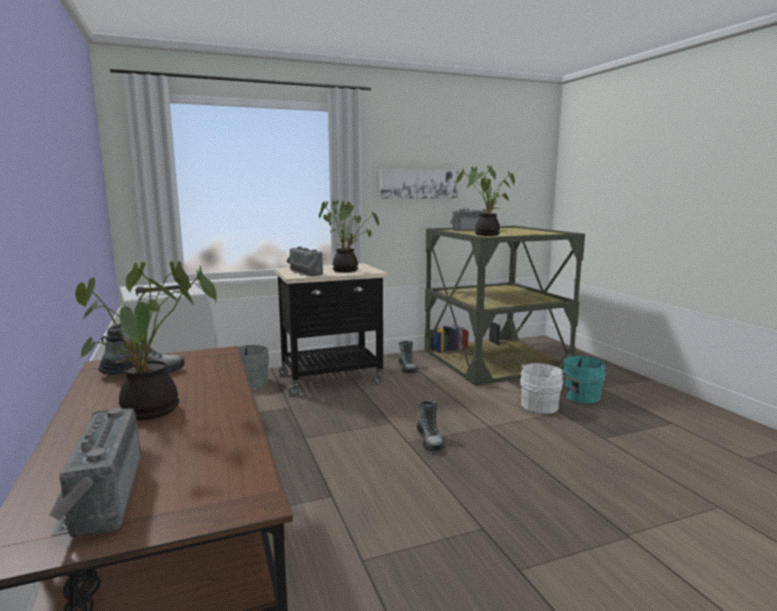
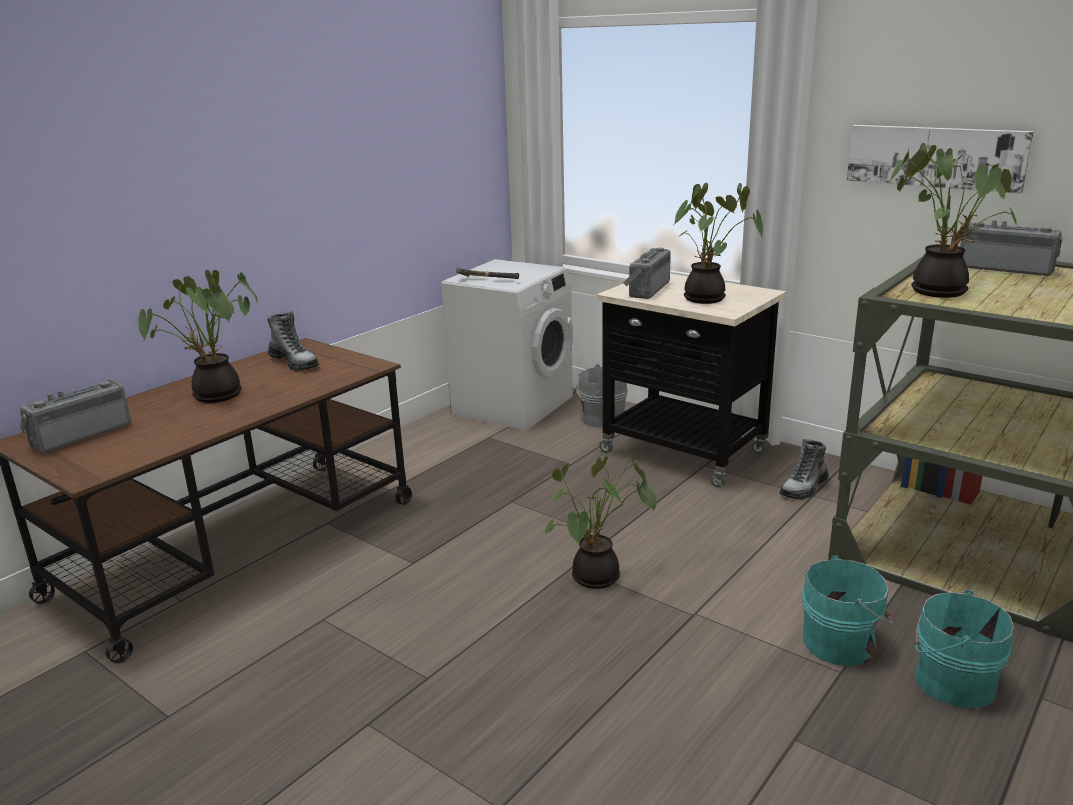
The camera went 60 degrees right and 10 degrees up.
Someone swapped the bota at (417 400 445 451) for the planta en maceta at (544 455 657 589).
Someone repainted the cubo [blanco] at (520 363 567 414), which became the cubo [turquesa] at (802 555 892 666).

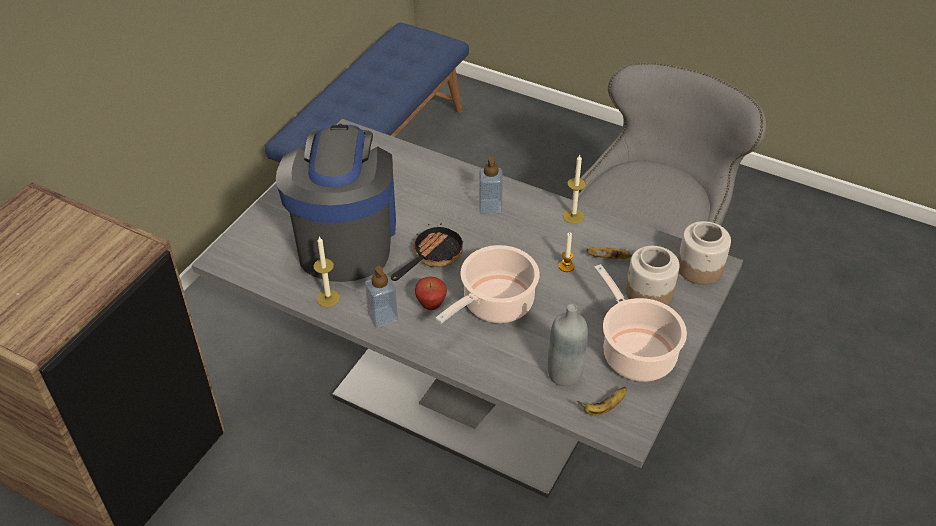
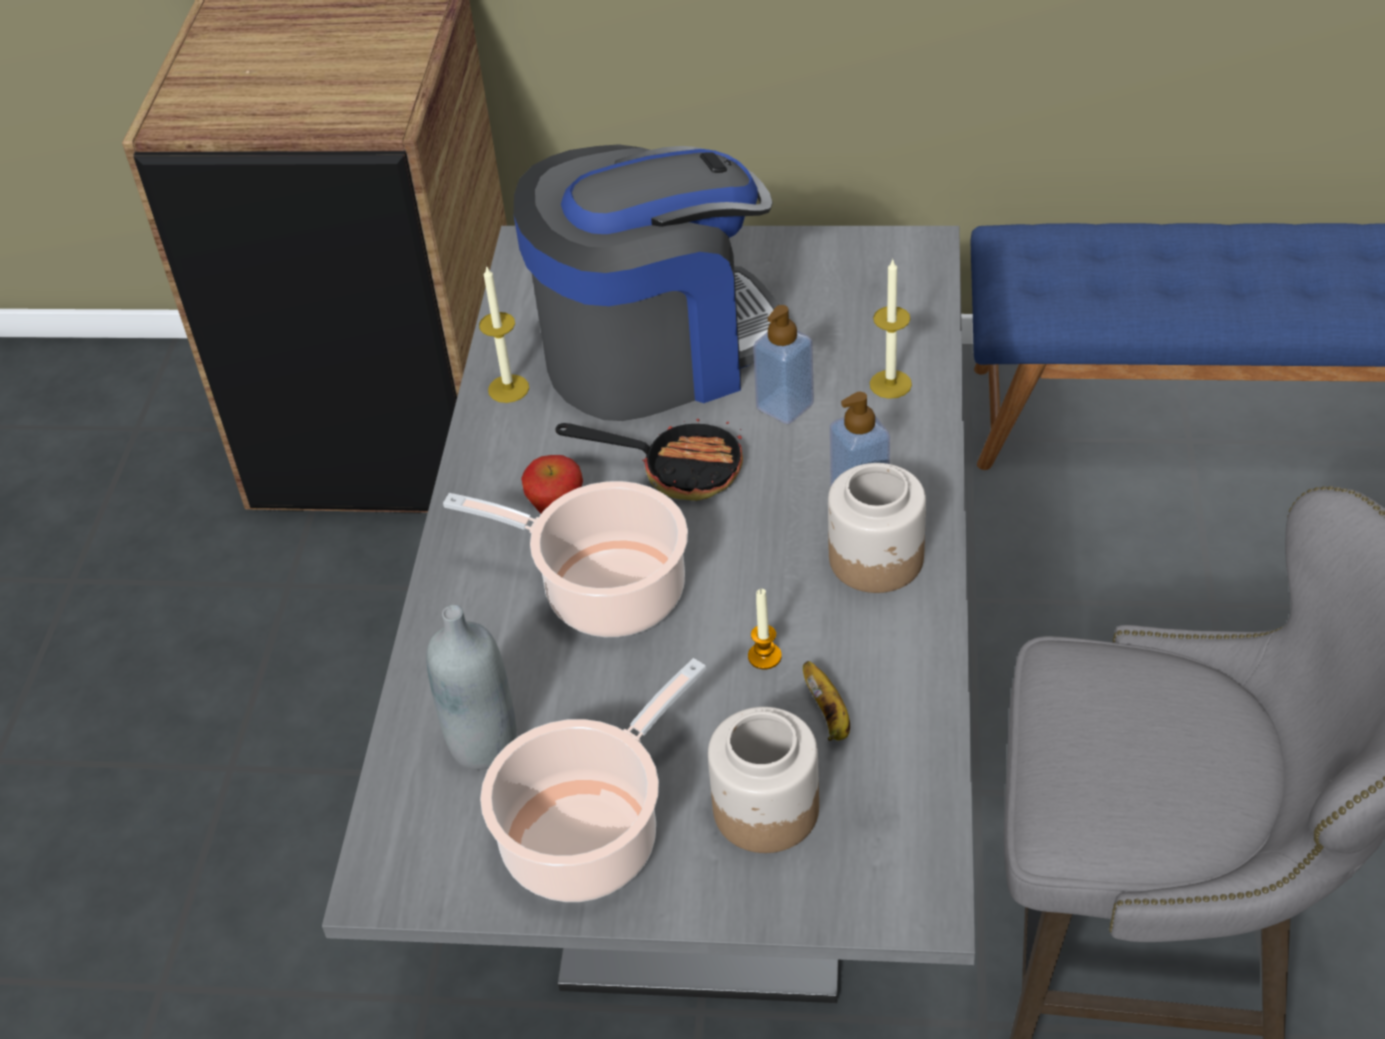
The camera went 70 degrees right and 0 degrees up.
Someone carried the dispensador de jabón from (365 266 398 328) to (753 305 814 424).
Someone carried the vela from (563 155 586 224) to (870 258 912 399).
Someone took away the plátano at (577 387 627 415).
Someone carried the tarro from (678 221 731 285) to (828 463 926 593).

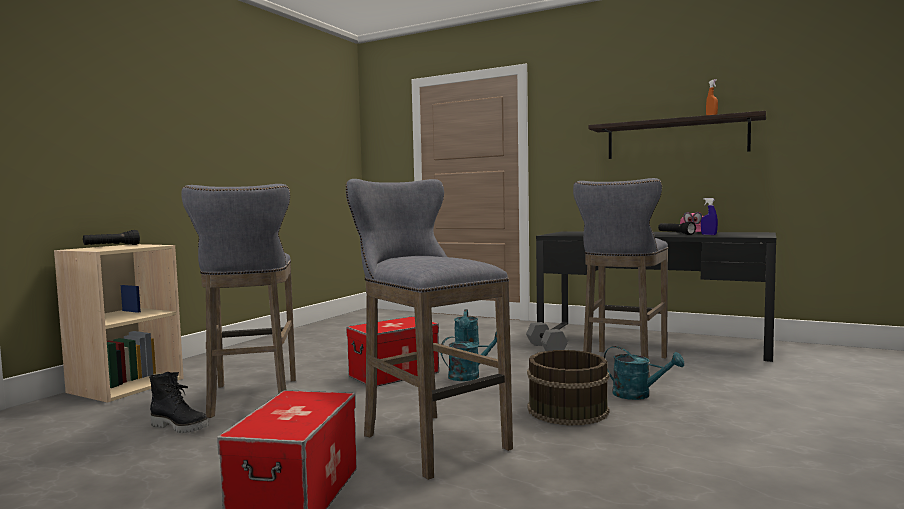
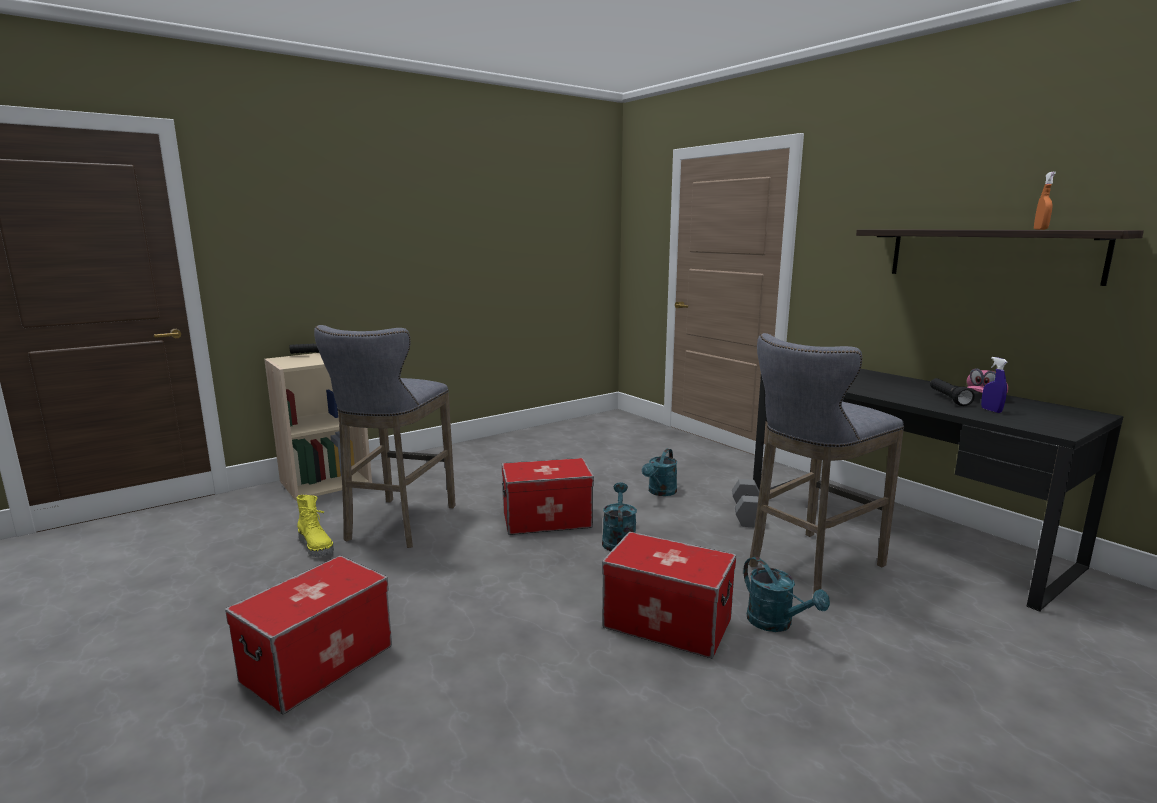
The camera went 25 degrees right and 10 degrees up.
Someone repainted the bota [negro] at (149 372 209 433), which became the bota [amarillo] at (297 495 334 557).
Someone took away the taburete [gris] at (346 179 513 480).
Someone rotated the regadera [turquesa] at (441 331 497 381) by 90 degrees counterclockwise.
Someone swapped the cubo [marrón] at (527 350 610 425) for the caja de almacenaje at (602 532 736 658).

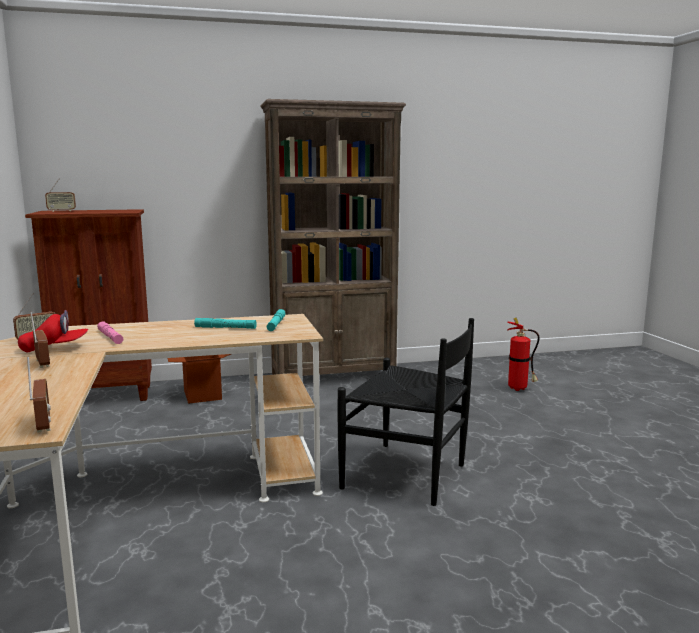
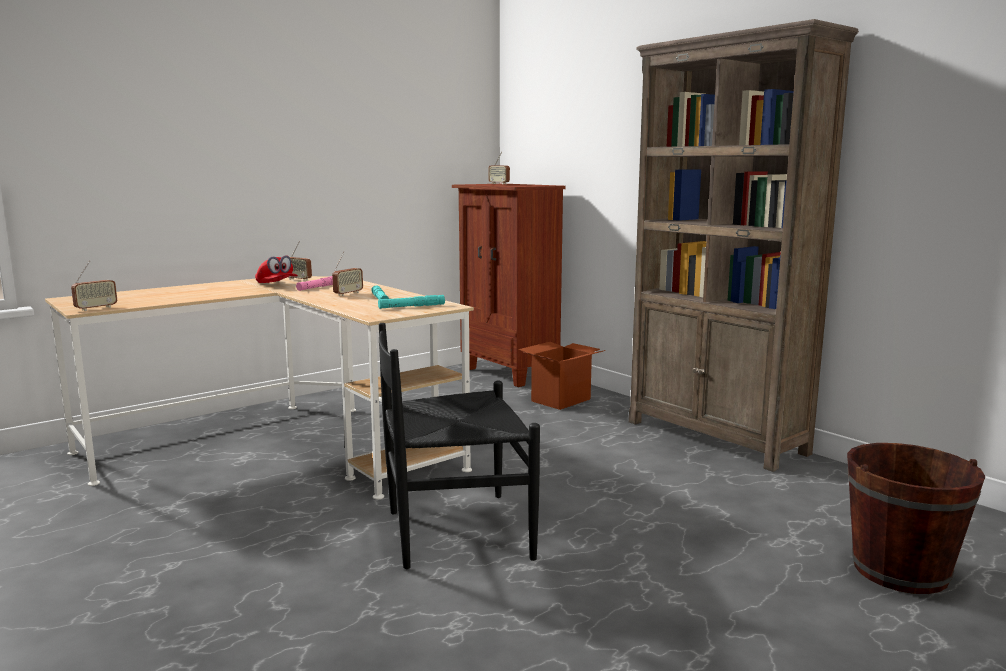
The camera went 65 degrees right and 0 degrees up.
Someone carried the radio from (30 312 50 368) to (332 251 363 296).
Someone rotated the silla [negro] at (338 318 474 506) by 75 degrees clockwise.
Someone swapped the extintor at (507 318 540 391) for the cubo [marrón] at (847 443 986 594).

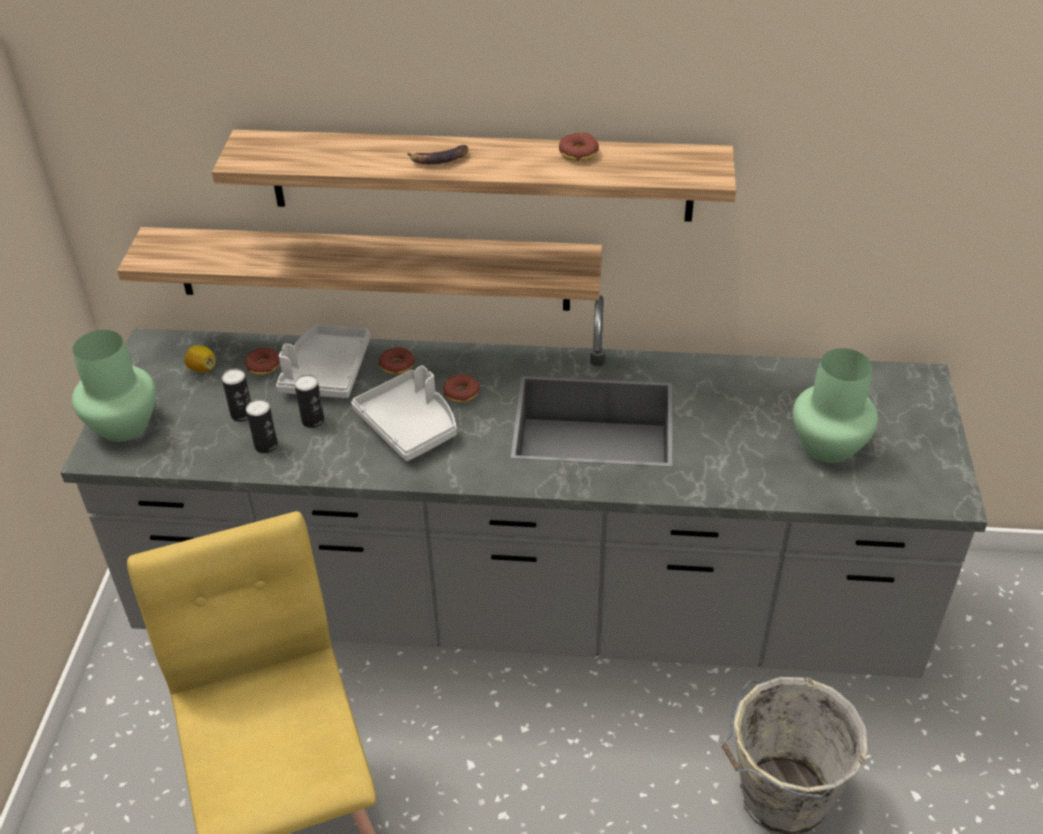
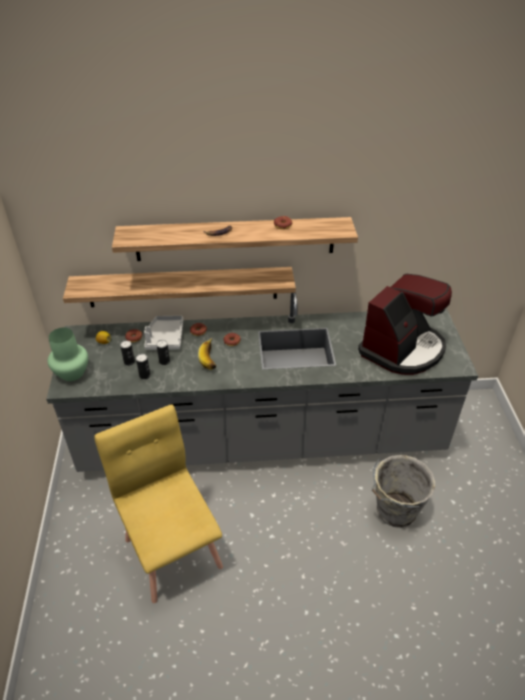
The camera went 10 degrees left and 0 degrees up.
Someone swapped the bandeja [gris] at (351 365 457 461) for the plátano at (198 338 216 370).
Someone swapped the florero [verde] at (793 348 878 463) for the cafetera at (358 274 452 375).

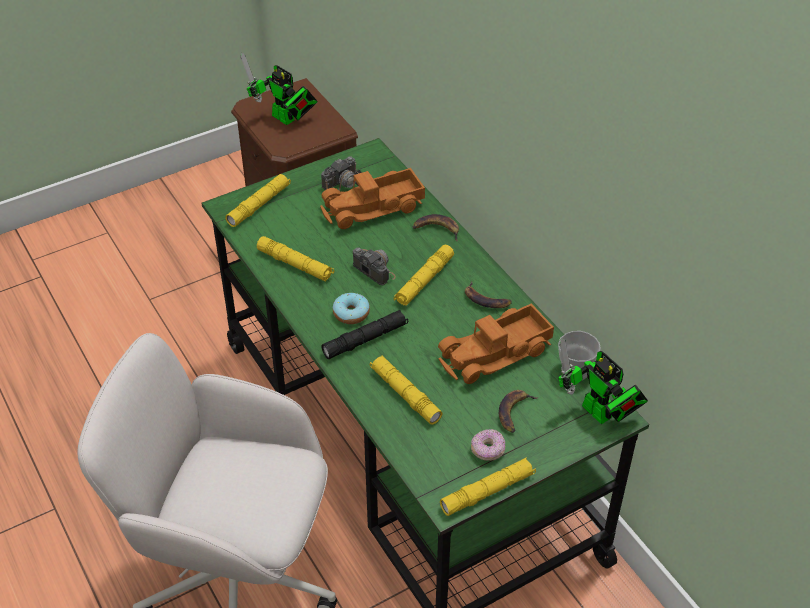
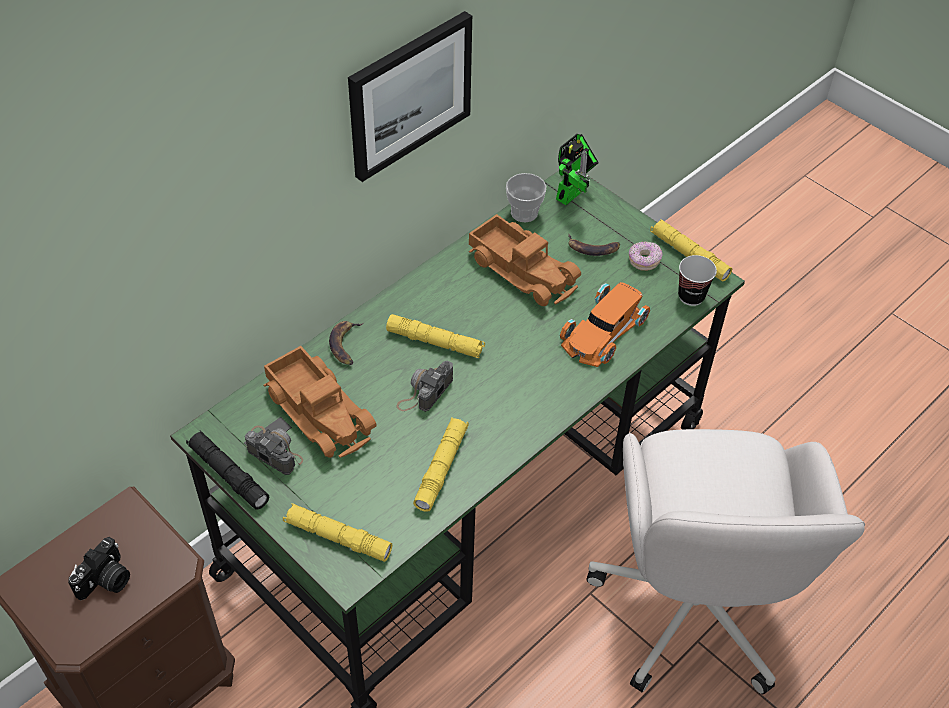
The camera went 105 degrees left and 5 degrees up.
Someone swapped the robot de juguete at (241 53 318 125) for the cámara at (68 537 130 601).
Someone carried the linterna [negro] from (321 310 408 359) to (186 431 269 510).
Someone took away the rosquilla at (333 293 370 324).
Someone swapped the linterna [amarillo] at (370 355 442 425) for the coche de juguete [naranja] at (560 282 650 367).
Someone took away the plátano at (465 281 512 308).
Someone put up the cuadro at (348 11 472 182).
Someone put down the taza at (678 255 717 306).

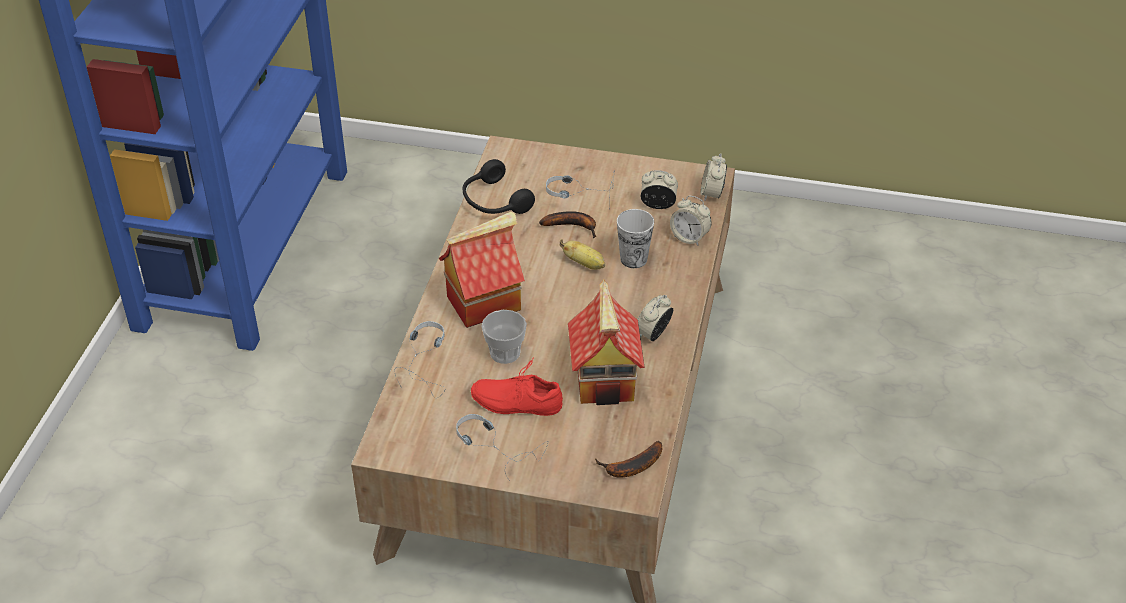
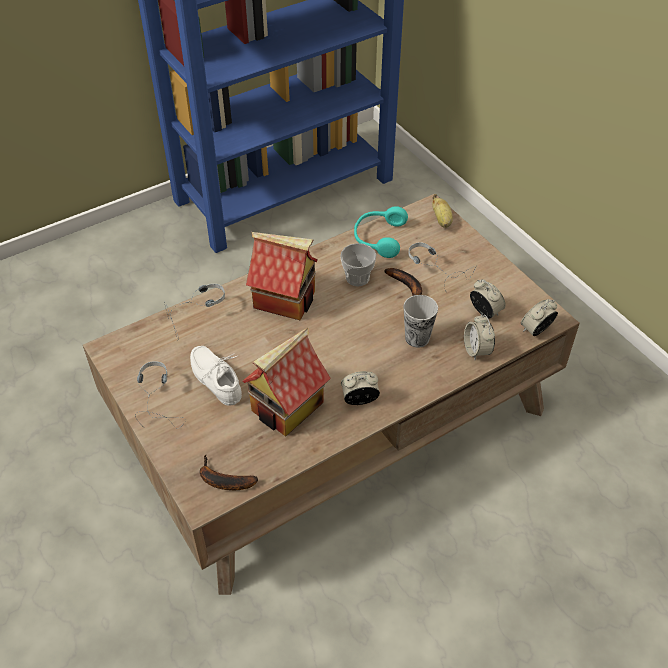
The camera went 45 degrees right and 5 degrees up.
Someone repainted the auriculares [negro] at (463 159 535 214), which became the auriculares [turquesa] at (354 206 408 258).
Someone repainted the zapato [rojo] at (471 357 563 416), which became the zapato [blanco] at (190 346 242 406).
Someone carried the taza from (481 310 527 364) to (340 243 376 286).
Someone carried the plátano from (560 239 605 270) to (432 194 453 228).

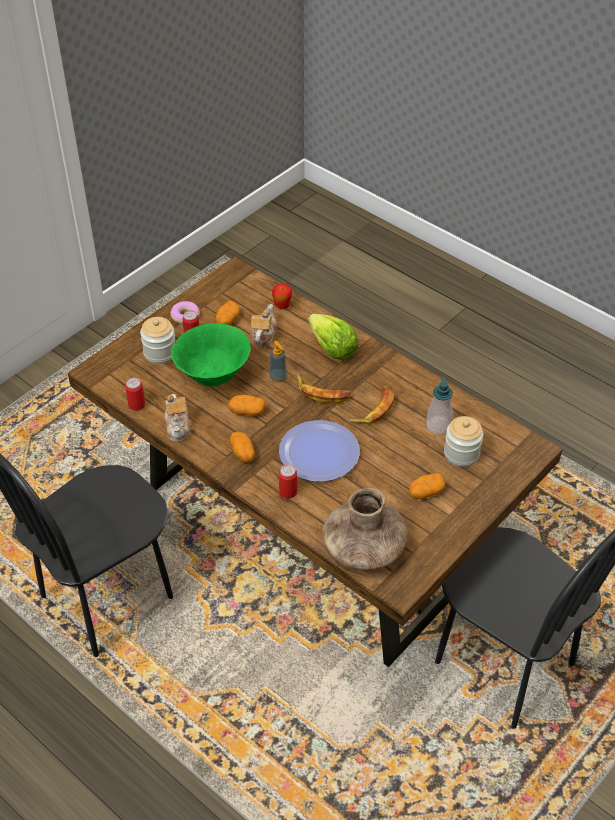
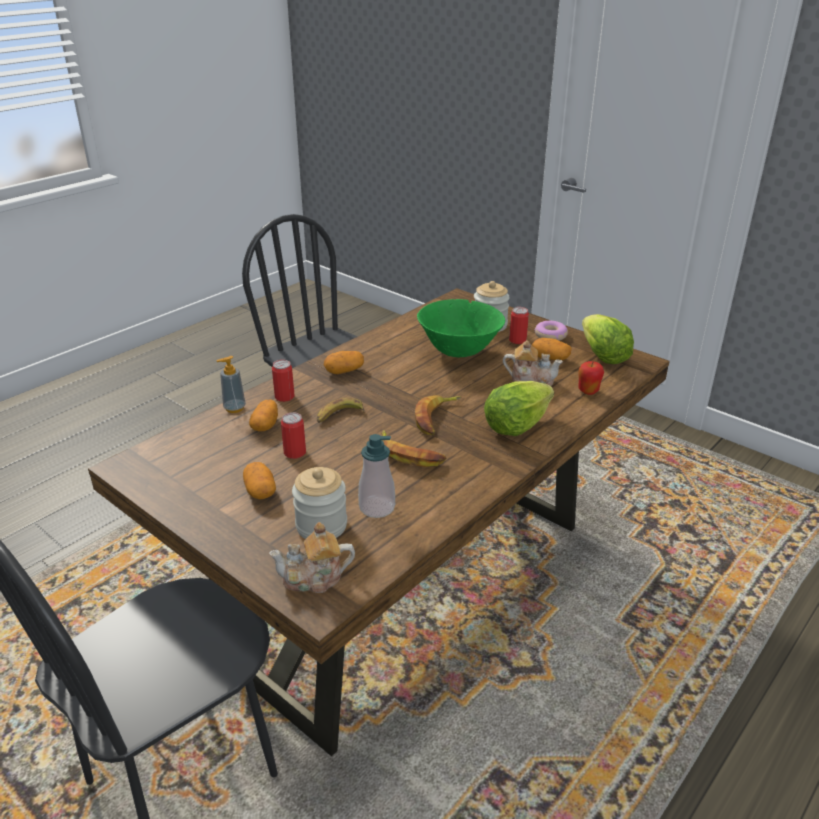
The camera went 90 degrees right and 15 degrees down.
Someone carried the lata from (125 378 145 411) to (281 412 306 459).
Someone carried the tetera from (164 394 192 442) to (269 522 355 593).
Someone carried the patata from (228 395 265 415) to (249 400 278 431).
Someone carried the dispensador de jabón from (269 341 287 382) to (217 356 246 413).
Someone swapped the plato at (279 420 360 482) for the plátano at (317 398 365 423).
Someone took away the florero [marrón] at (323 488 407 570).
Someone put down the lechuga at (582 314 634 364).

